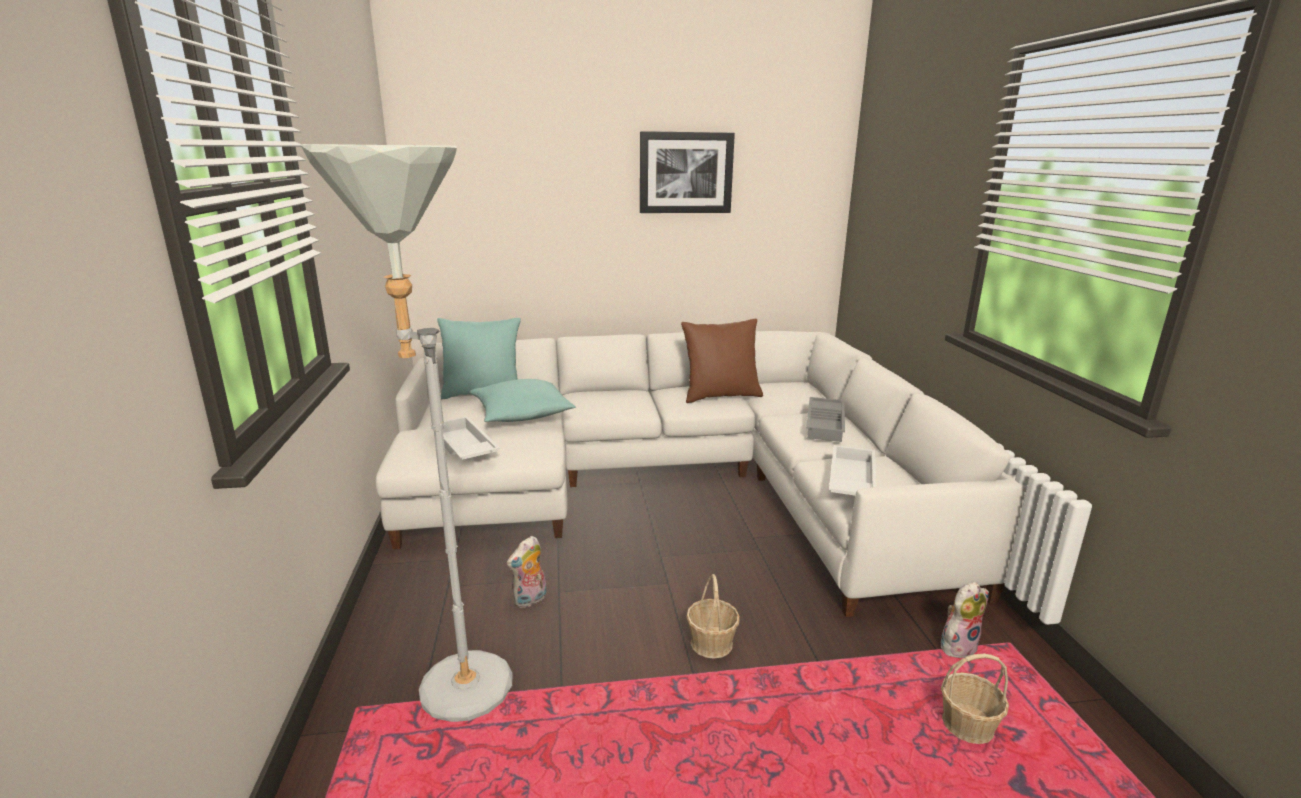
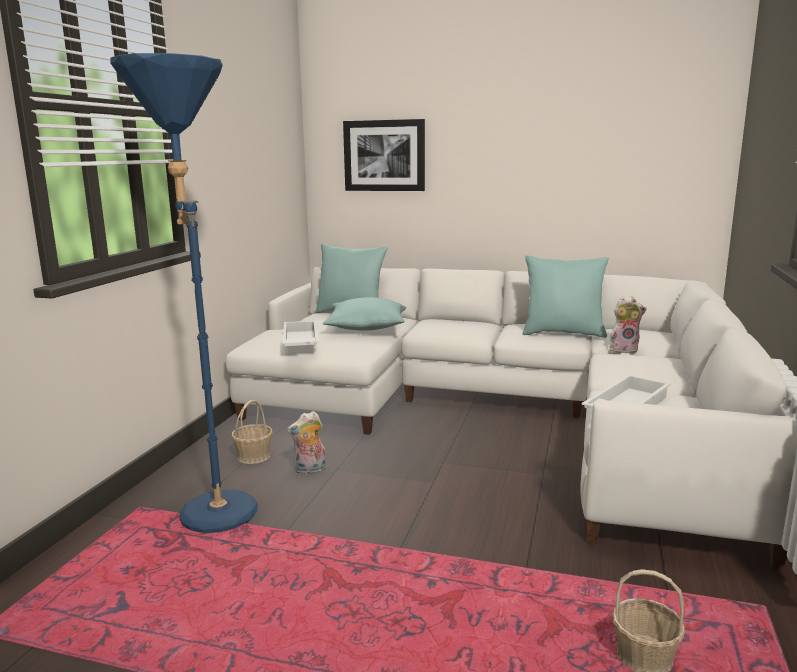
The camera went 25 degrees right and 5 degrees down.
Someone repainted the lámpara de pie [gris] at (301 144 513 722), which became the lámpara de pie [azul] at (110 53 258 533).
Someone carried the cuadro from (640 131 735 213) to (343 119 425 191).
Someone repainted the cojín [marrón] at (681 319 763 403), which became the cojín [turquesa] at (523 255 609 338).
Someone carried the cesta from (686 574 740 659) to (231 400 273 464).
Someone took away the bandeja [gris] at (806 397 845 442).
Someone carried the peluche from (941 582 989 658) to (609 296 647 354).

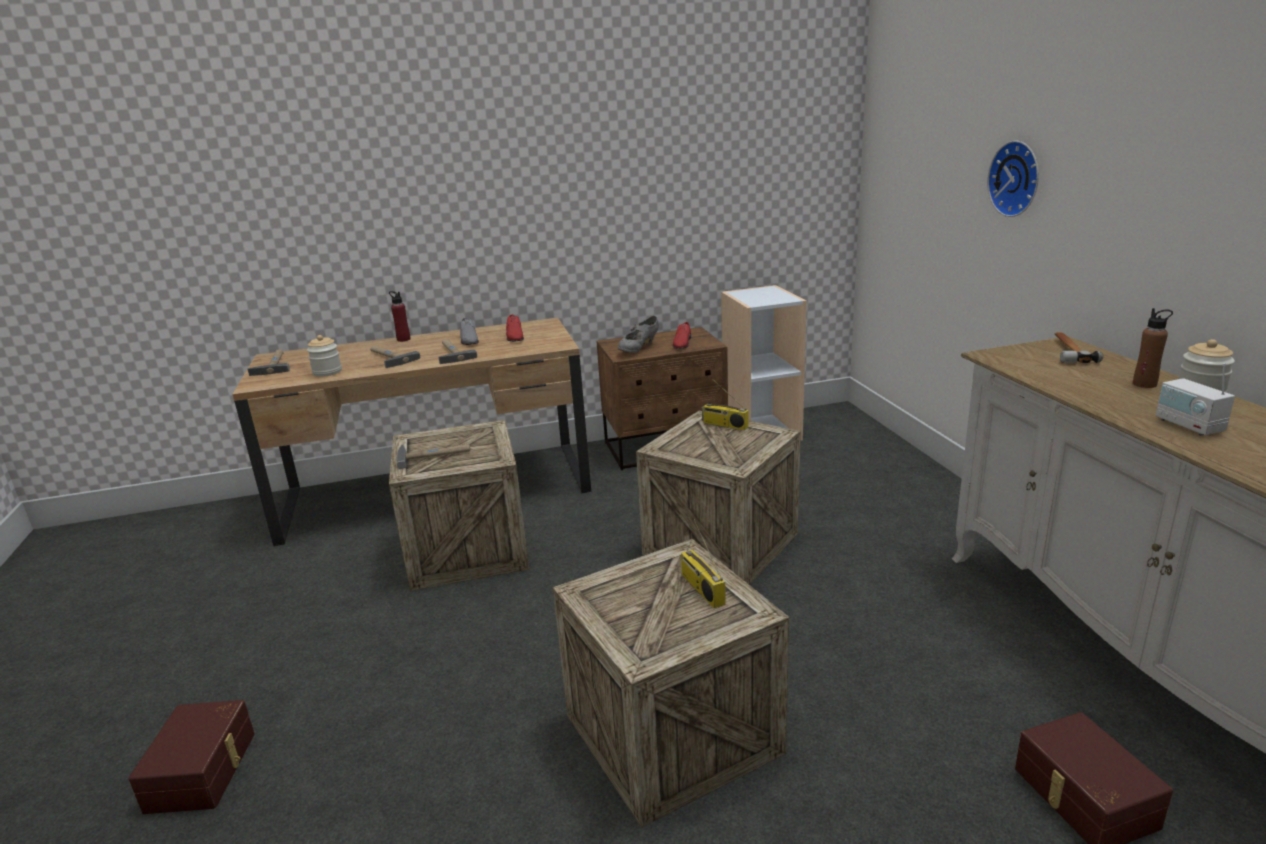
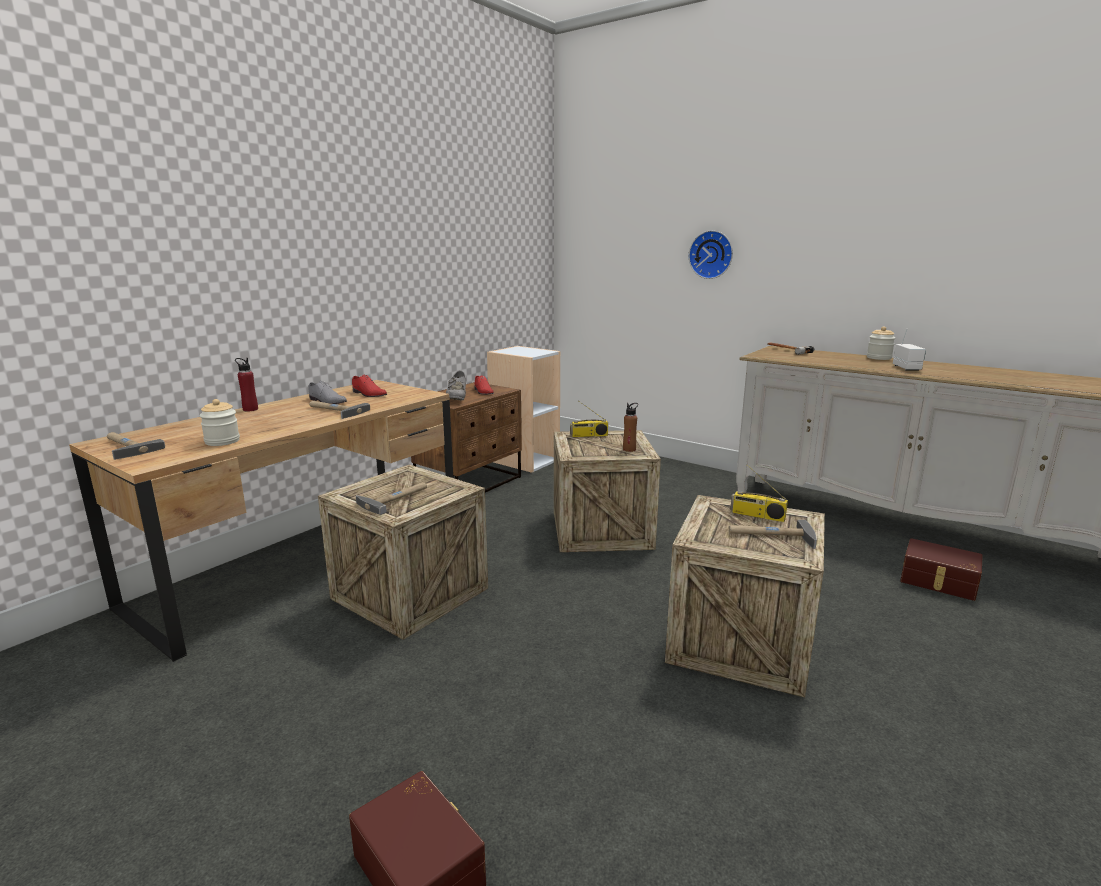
The camera went 40 degrees left and 5 degrees down.
Someone carried the martillo from (370 346 420 368) to (729 519 817 549).
Someone carried the botella [marrón] from (1133 308 1173 388) to (623 403 638 452).
Someone rotated the radio at (1156 363 1235 436) by 120 degrees counterclockwise.

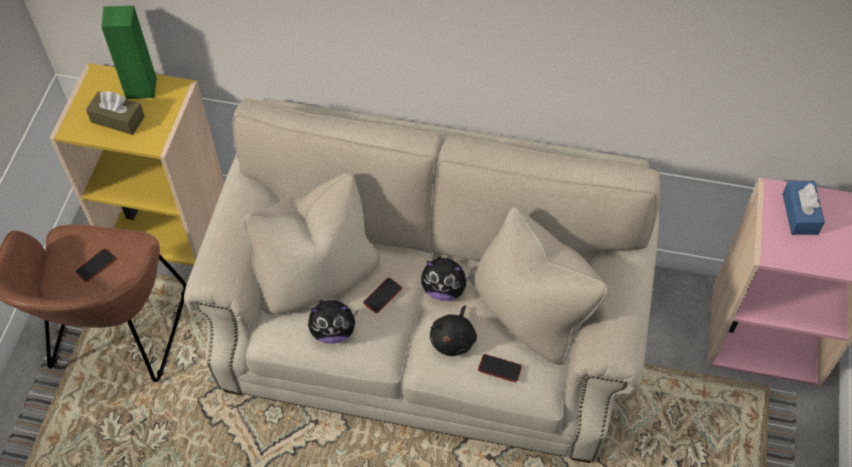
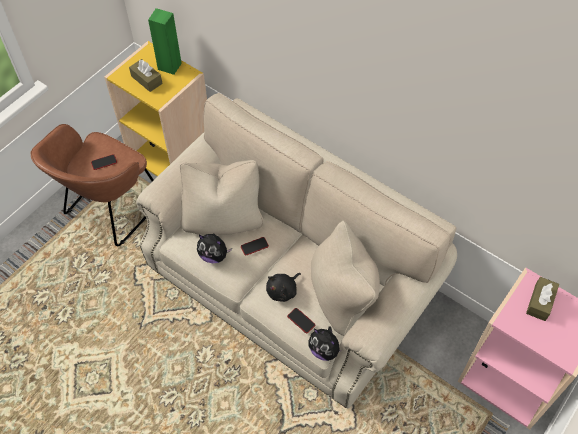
The camera went 25 degrees right and 0 degrees up.
Someone carried the peluche from (421 256 472 301) to (308 327 341 361).
Someone repainted the caja de pañuelos [azul] at (782 181 825 235), which became the caja de pañuelos [marrón] at (526 277 559 321).

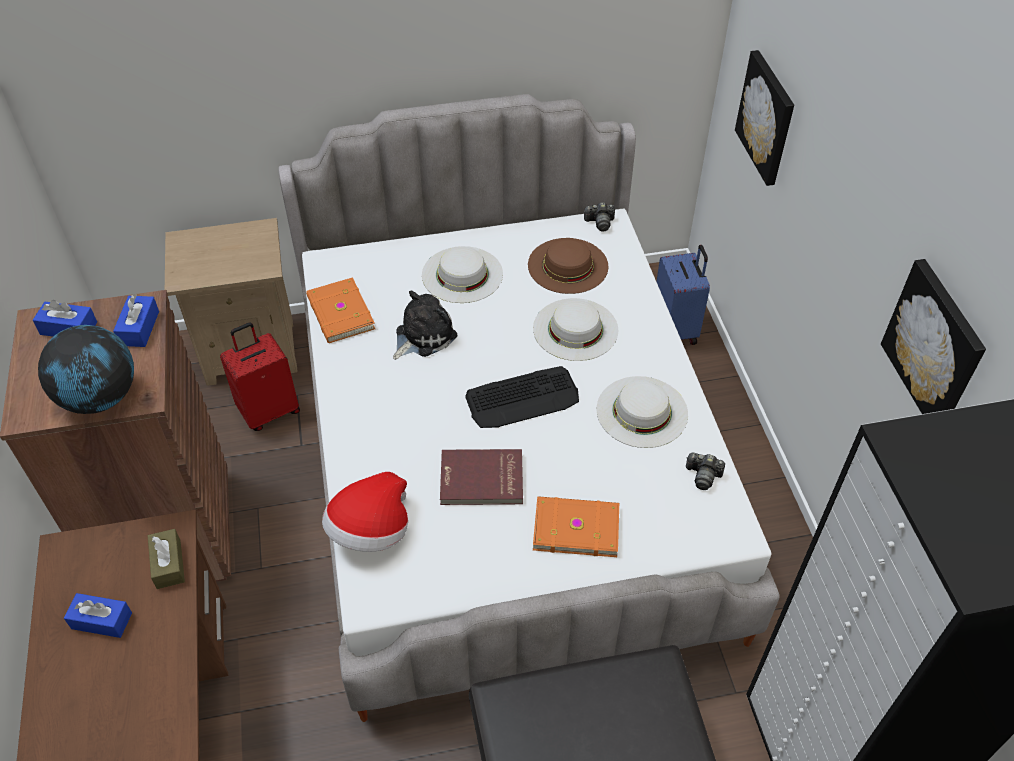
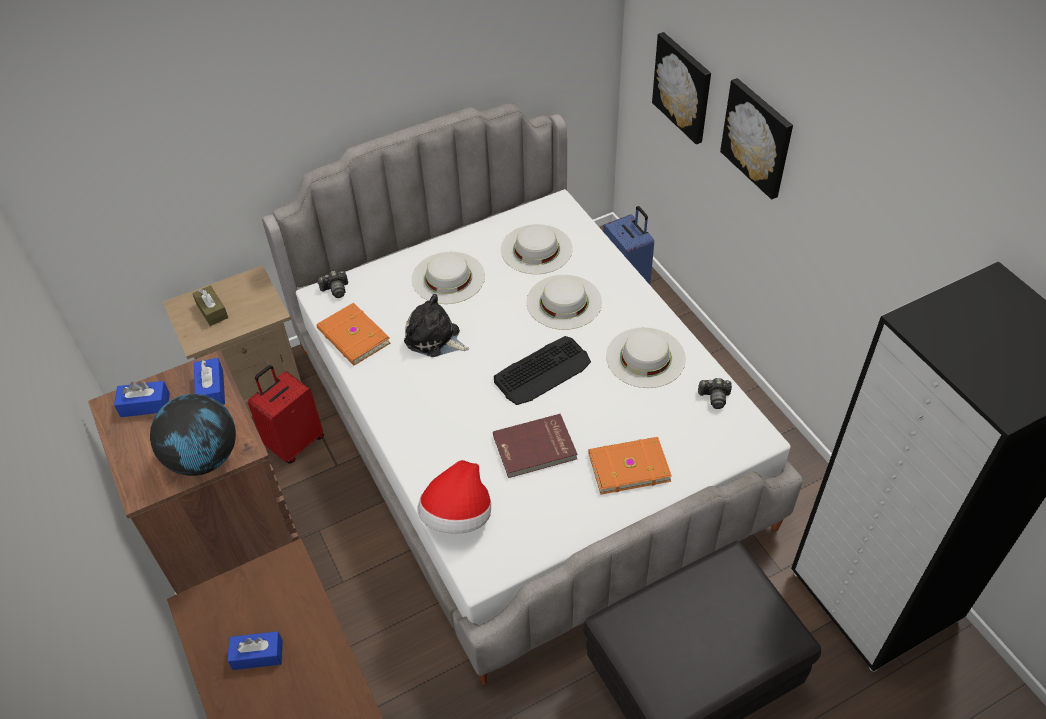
The camera went 15 degrees left and 0 degrees up.
Someone carried the caja de pañuelos [marrón] from (148 529 185 589) to (192 285 228 326).
Someone rotated the peluche at (393 290 458 360) by 90 degrees counterclockwise.
Someone repainted the sombrero [marrón] at (528 238 609 294), which became the sombrero [blanco] at (501 224 573 274).
Someone carried the cámara from (584 202 615 232) to (318 270 348 298).
Someone carried the cuadro from (881 259 986 414) to (720 78 793 200).

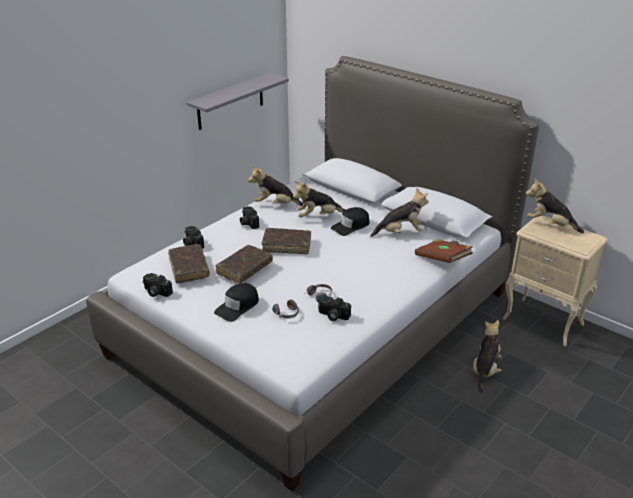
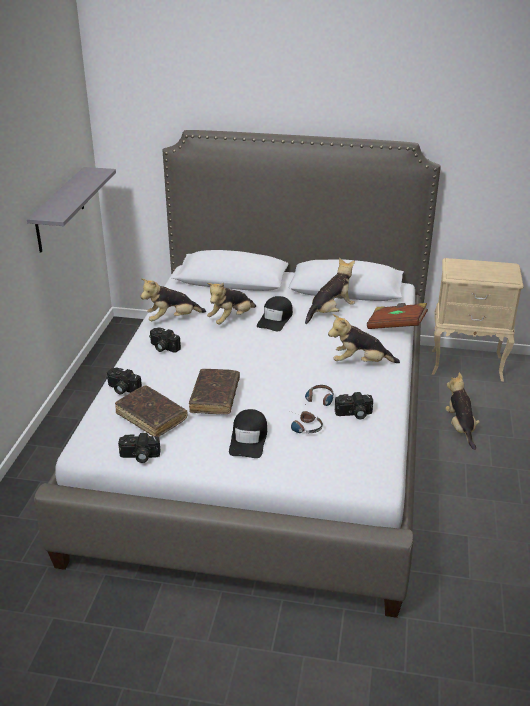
The camera went 30 degrees left and 0 degrees up.
Someone took away the libro [marrón] at (262 228 311 254).
Someone carried the peluche from (525 178 584 233) to (328 314 400 363).

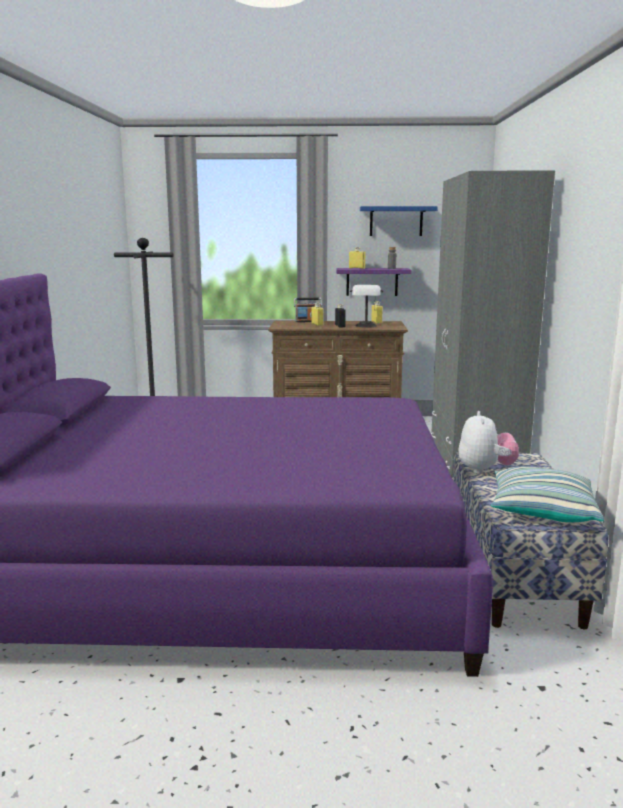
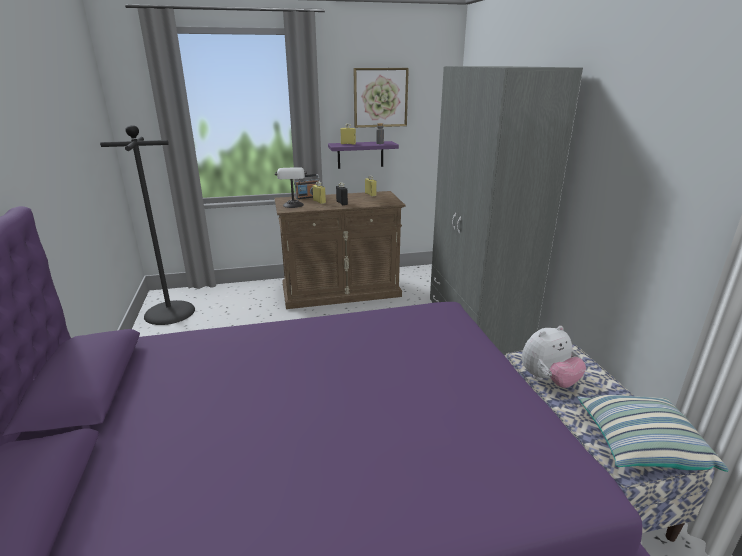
The camera went 15 degrees left and 10 degrees up.
Someone carried the lámpara de mesa from (350 285 383 328) to (275 167 307 208).
Someone swapped the estante [azul] at (360 206 438 236) for the cuadro at (354 68 409 128).
Someone rotated the peluche at (458 411 519 474) by 75 degrees clockwise.

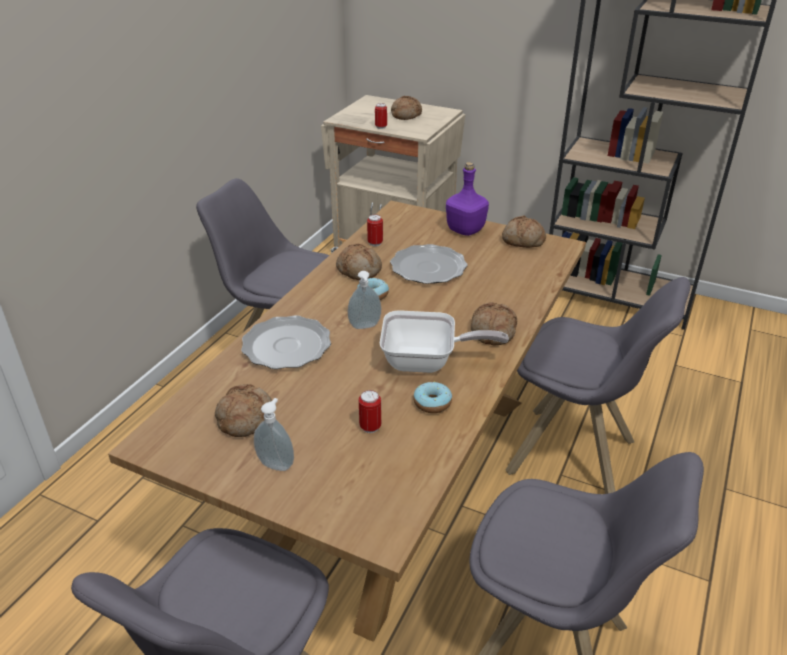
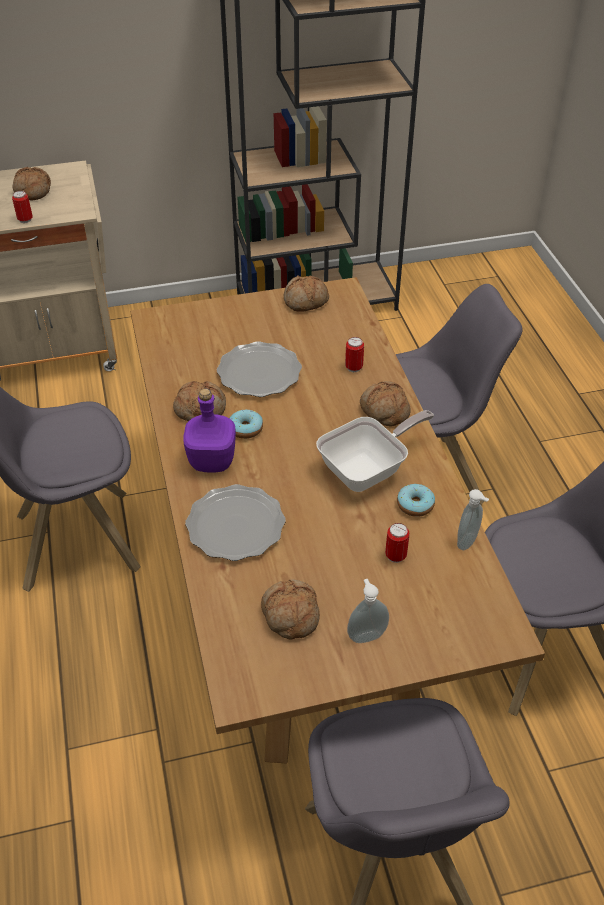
The camera went 40 degrees left and 10 degrees up.
Someone carried the dispensador de jabón from (348 271 381 329) to (457 489 489 550).
Someone carried the lata from (367 214 383 246) to (345 337 364 372).
Someone carried the botella [morado] from (446 162 489 236) to (183 389 236 473).

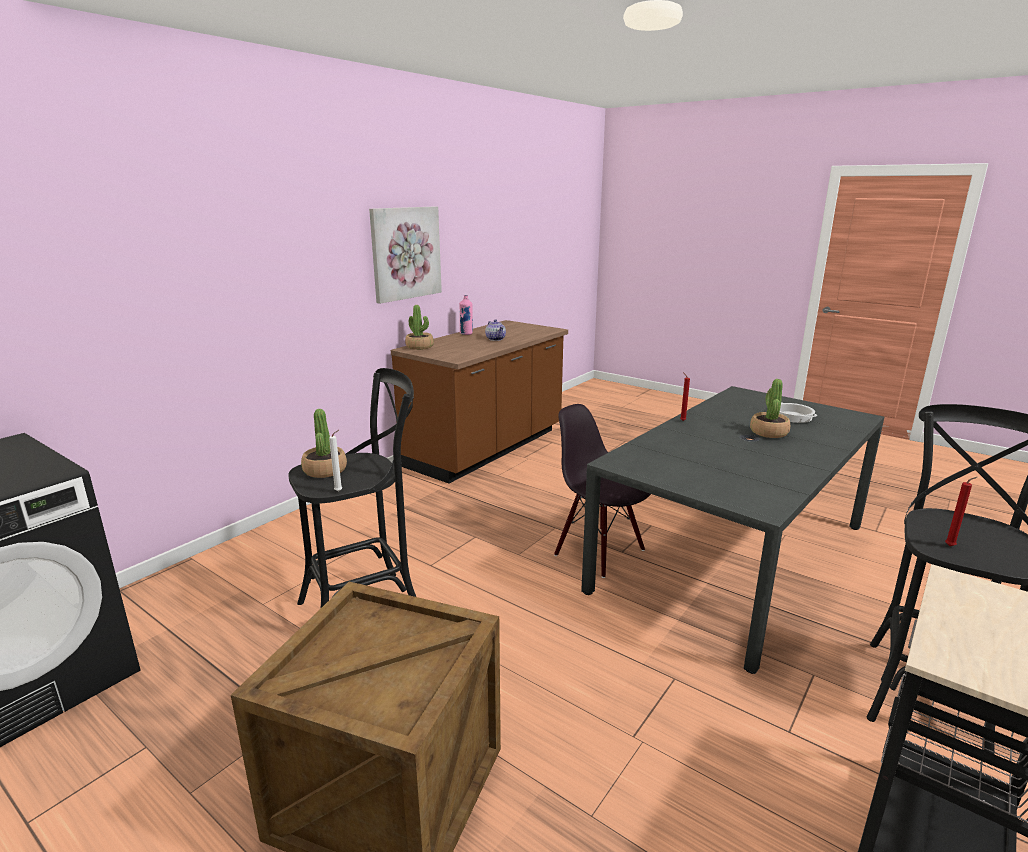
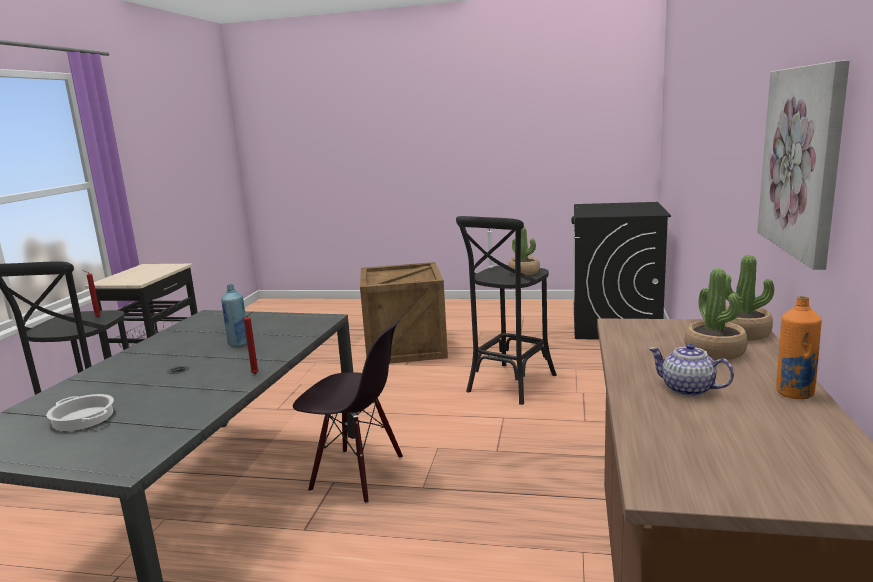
The camera went 155 degrees right and 5 degrees down.
Someone repainted the botella [rosa] at (459 295 473 335), which became the botella [naranja] at (776 296 822 399).
Someone carried the planta en maceta from (750 379 790 438) to (685 268 748 360).
Someone put down the botella [azul] at (221 284 247 347).

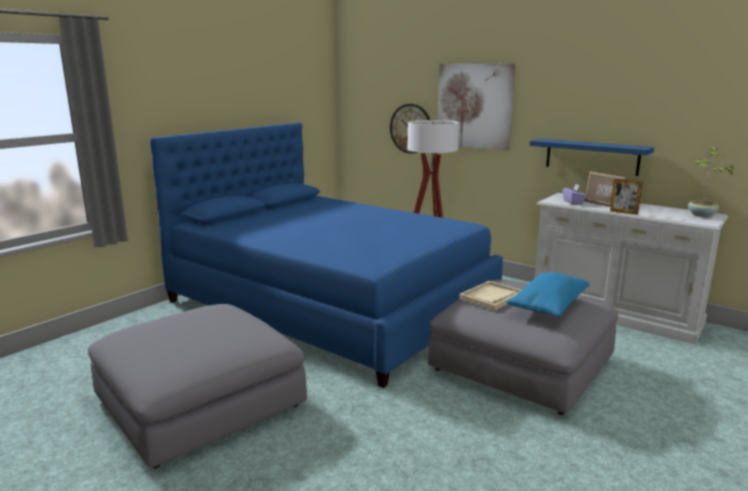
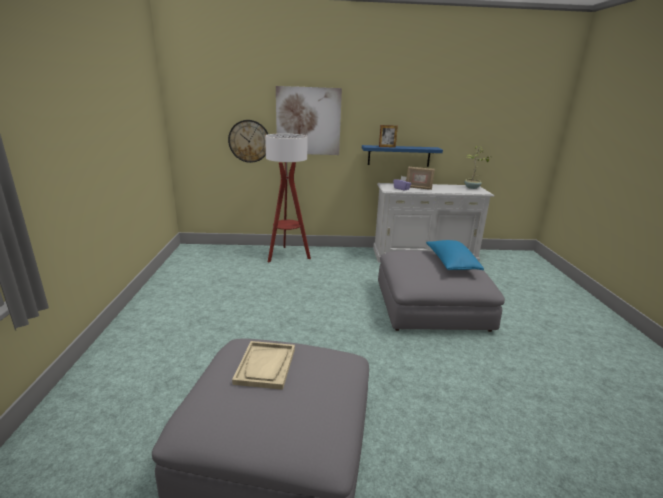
The camera went 40 degrees left and 5 degrees up.
Someone took away the cama [azul] at (150 122 503 388).
Someone carried the bandeja [beis] from (459 281 521 311) to (232 341 295 390).
Someone carried the portarretratos from (610 179 643 215) to (379 125 398 148).

